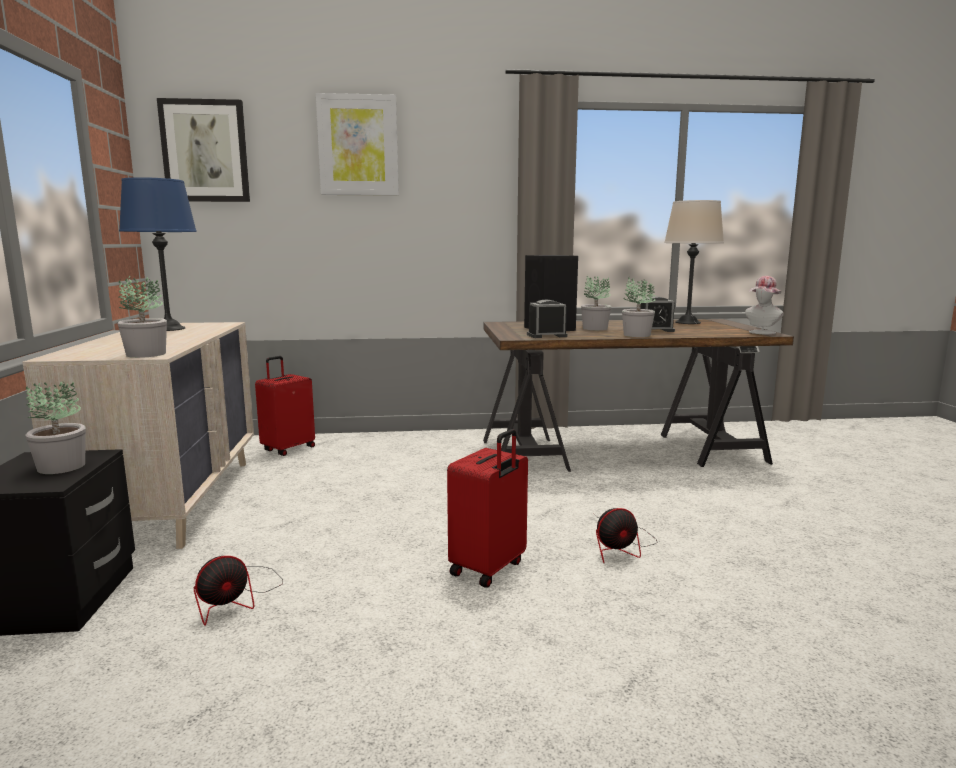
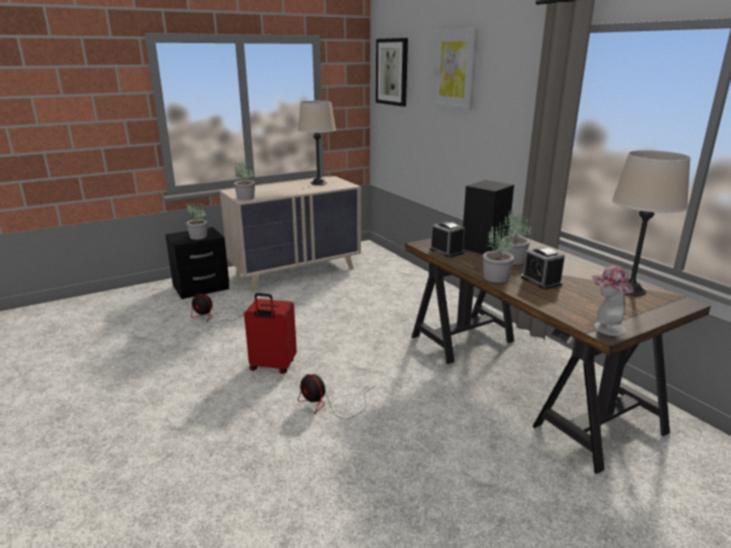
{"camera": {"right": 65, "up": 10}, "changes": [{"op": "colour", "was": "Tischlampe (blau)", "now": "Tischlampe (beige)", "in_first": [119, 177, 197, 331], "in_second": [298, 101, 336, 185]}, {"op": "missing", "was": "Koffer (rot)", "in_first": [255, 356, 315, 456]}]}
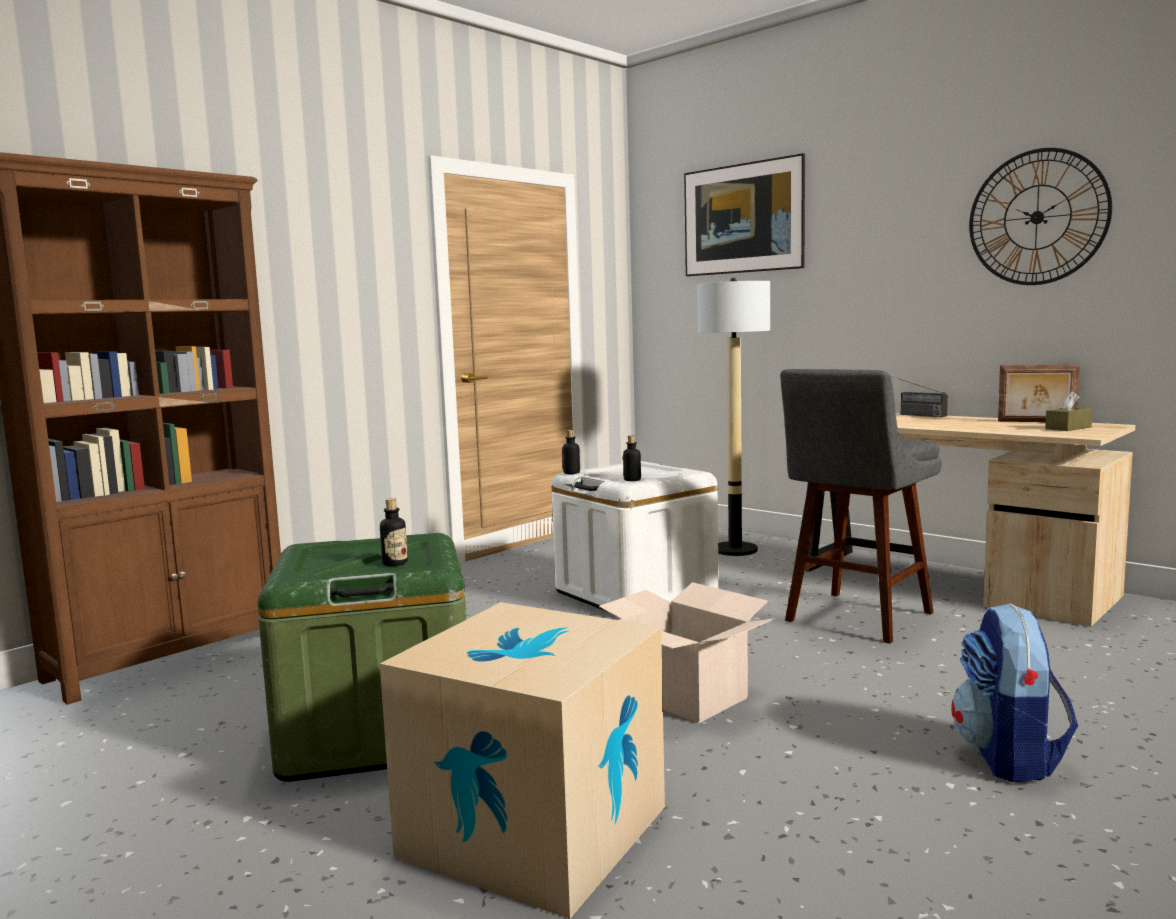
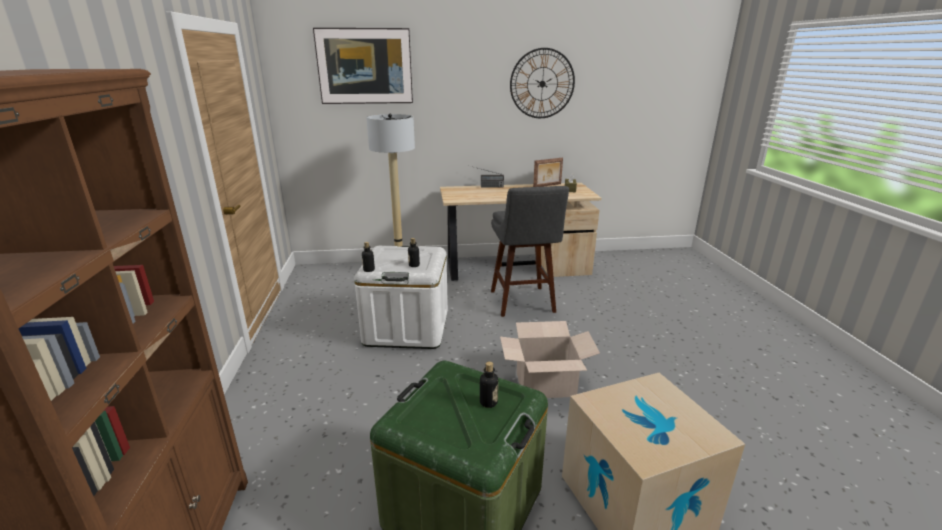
{"camera": {"right": -50, "up": 15}, "changes": [{"op": "missing", "was": "Rucksack", "in_first": [951, 603, 1078, 782]}]}
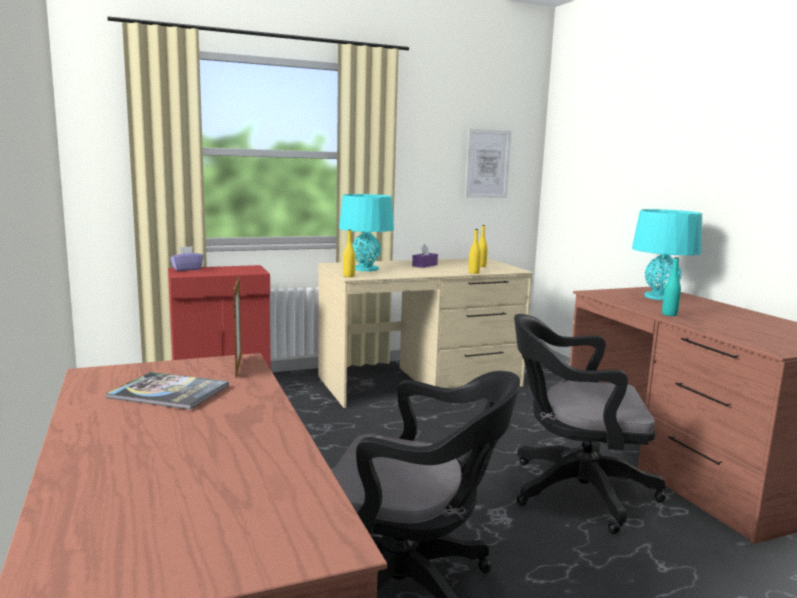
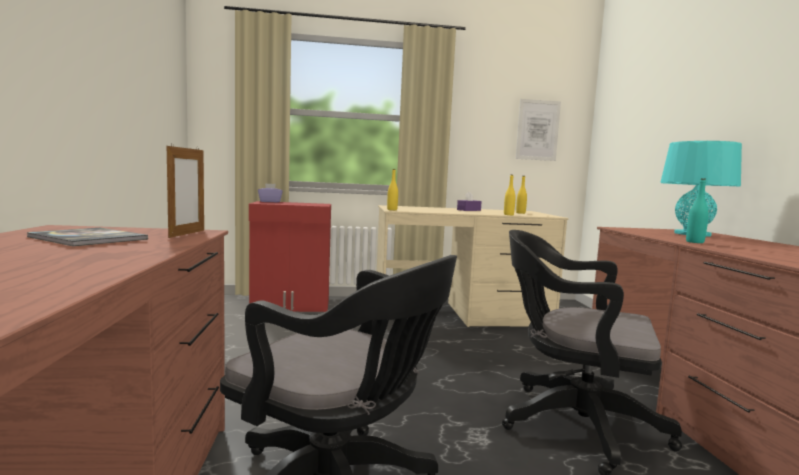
{"camera": {"right": 15, "up": -5}, "changes": [{"op": "missing", "was": "Tischlampe (türkis)", "in_first": [339, 194, 394, 271]}]}
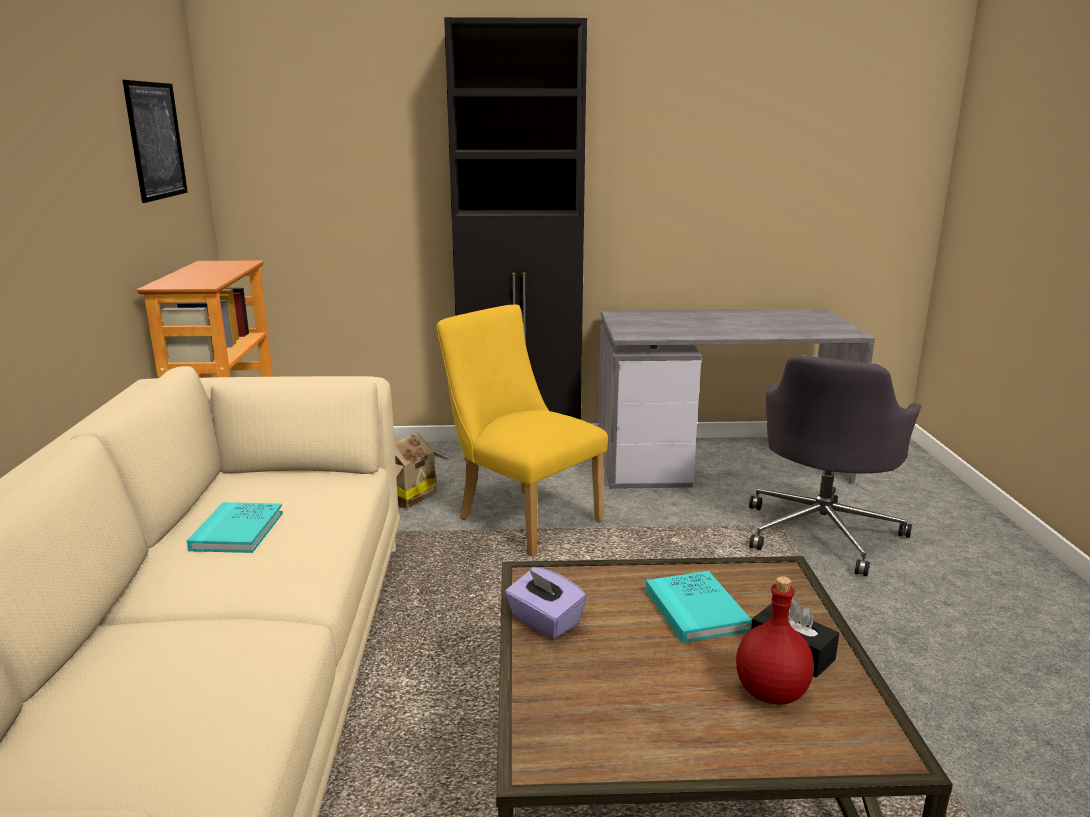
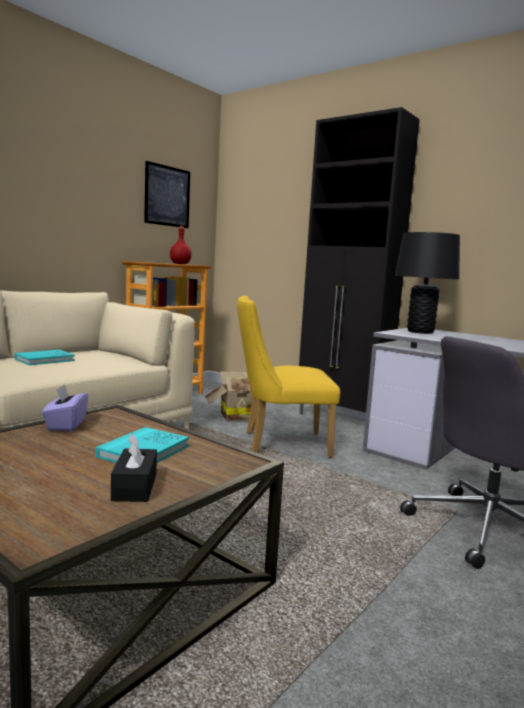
{"camera": {"right": 40, "up": -10}, "changes": [{"op": "spun", "was": "Stuhl (gelb)", "in_first": [436, 305, 608, 557], "in_second": [237, 296, 340, 458], "clockwise": -90}, {"op": "relocated", "was": "Flasche (rot)", "in_first": [736, 576, 814, 705], "in_second": [170, 226, 192, 264]}, {"op": "appeared", "now": "Tischlampe (schwarz)", "in_second": [395, 232, 460, 334]}]}
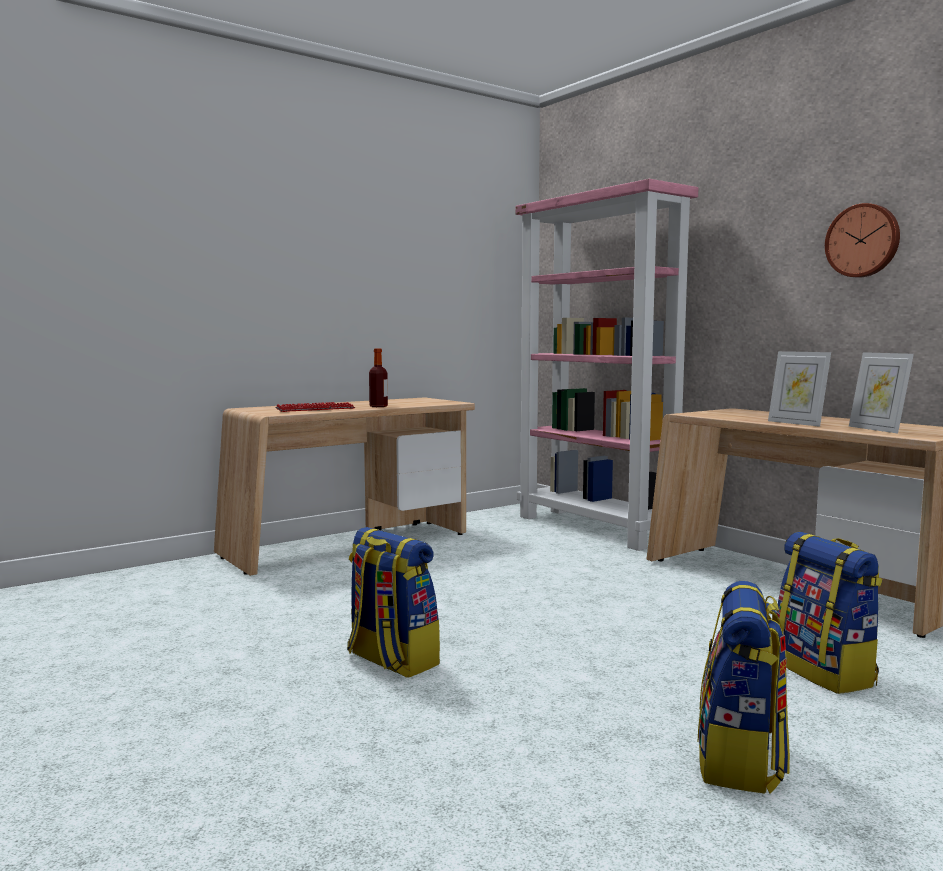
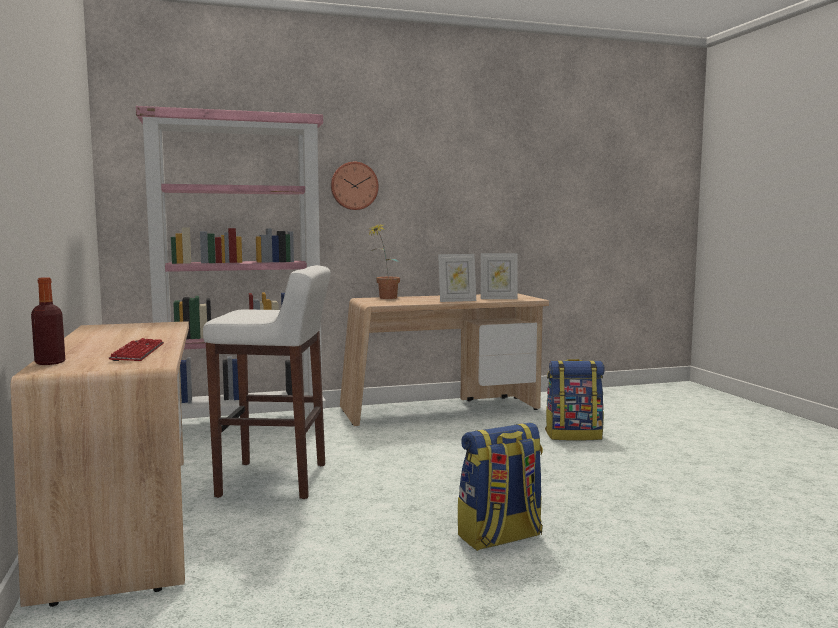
{"camera": {"right": -70, "up": 0}, "changes": [{"op": "relocated", "was": "Flasche", "in_first": [369, 348, 388, 407], "in_second": [31, 277, 65, 365]}, {"op": "missing", "was": "Rucksack", "in_first": [698, 581, 790, 794]}, {"op": "relocated", "was": "Wanduhr", "in_first": [825, 203, 900, 278], "in_second": [331, 162, 379, 210]}, {"op": "appeared", "now": "Hocker (weiß)", "in_second": [203, 265, 331, 499]}, {"op": "appeared", "now": "Topfpflanze", "in_second": [368, 223, 400, 299]}]}
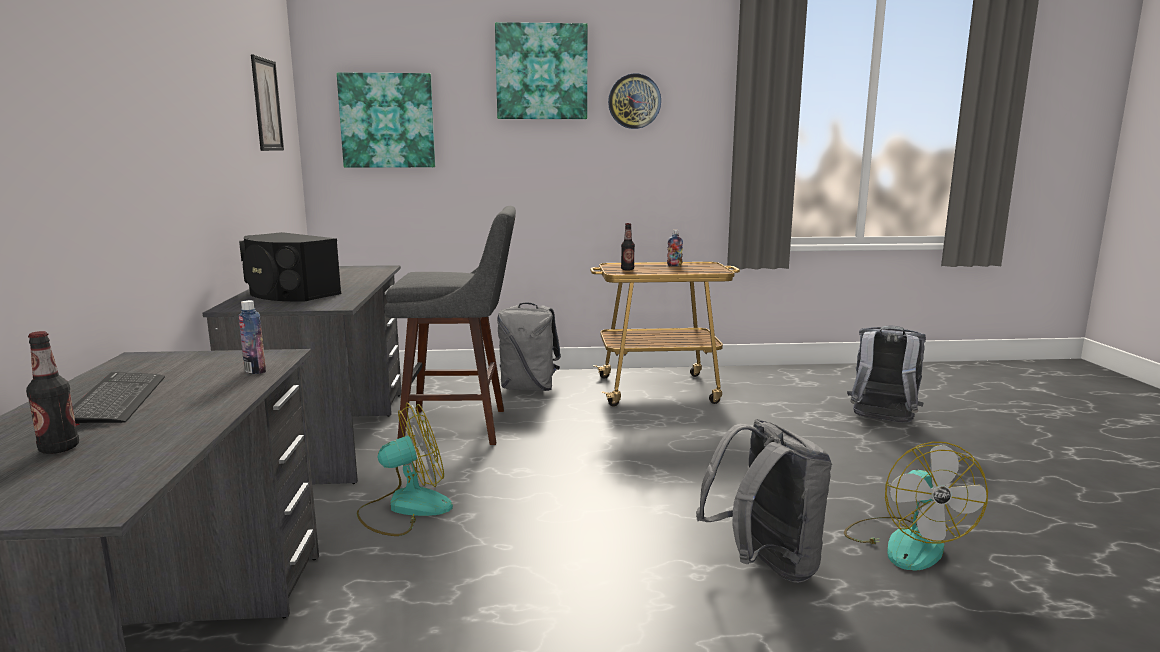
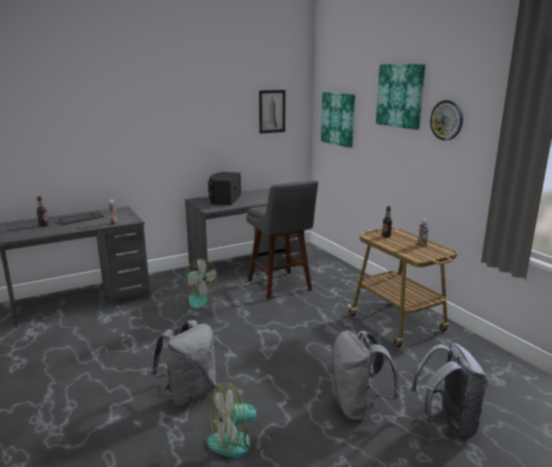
{"camera": {"right": 65, "up": 5}, "changes": [{"op": "relocated", "was": "Rucksack (grau)", "in_first": [497, 302, 561, 391], "in_second": [331, 330, 399, 422]}]}
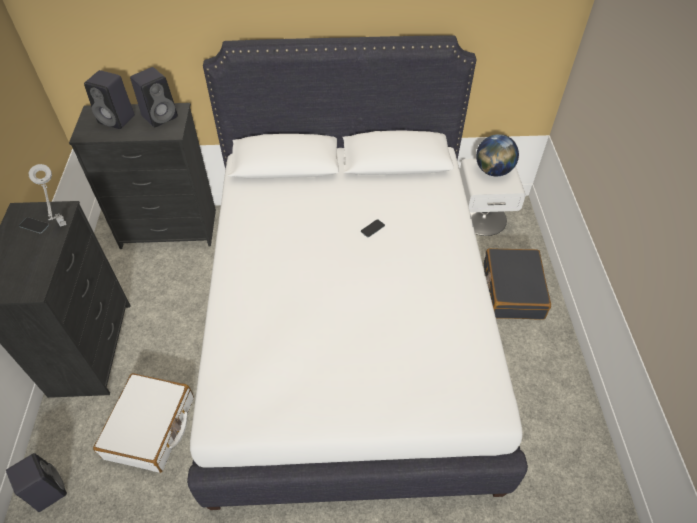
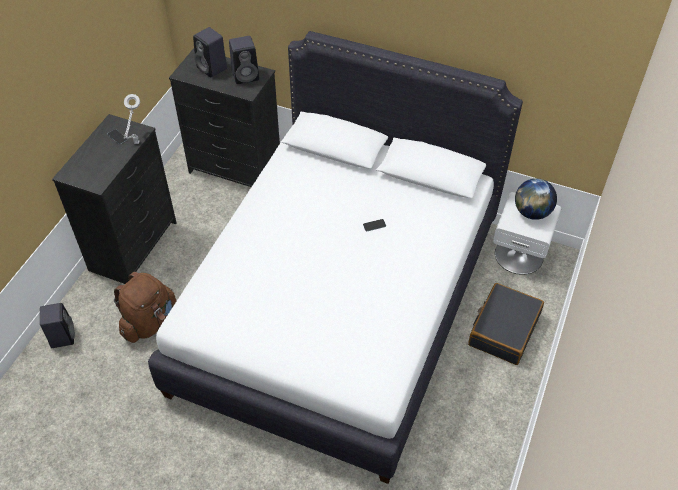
{"camera": {"right": 25, "up": 0}, "changes": [{"op": "exchanged", "was": "Koffer (weiß)", "now": "Rucksack (braun)", "in_first": [93, 373, 194, 473], "in_second": [114, 272, 176, 343]}]}
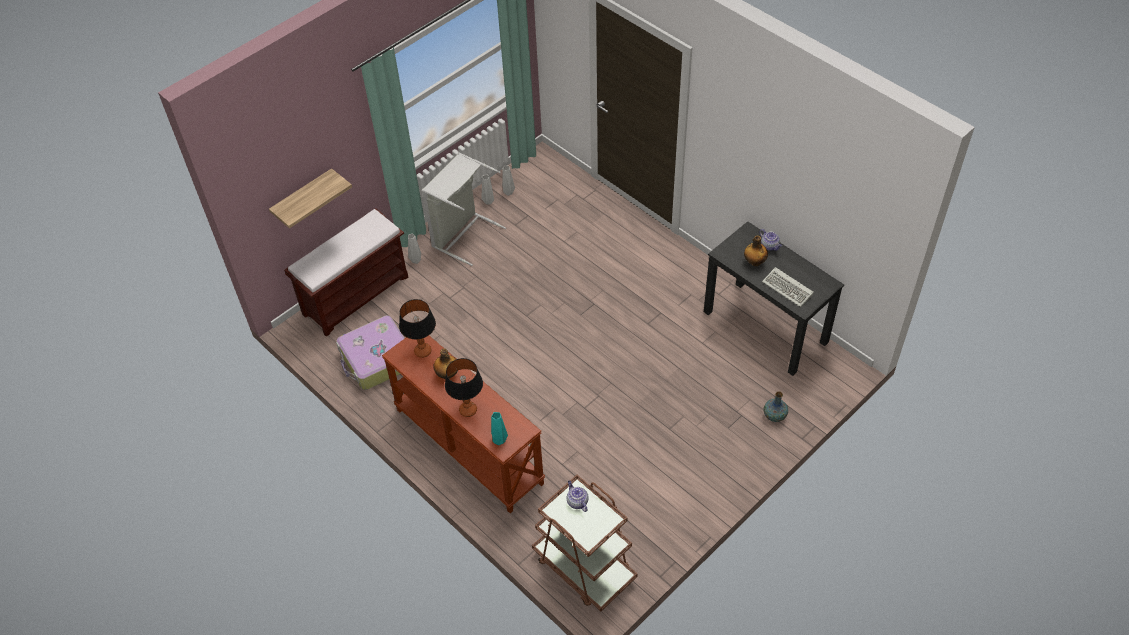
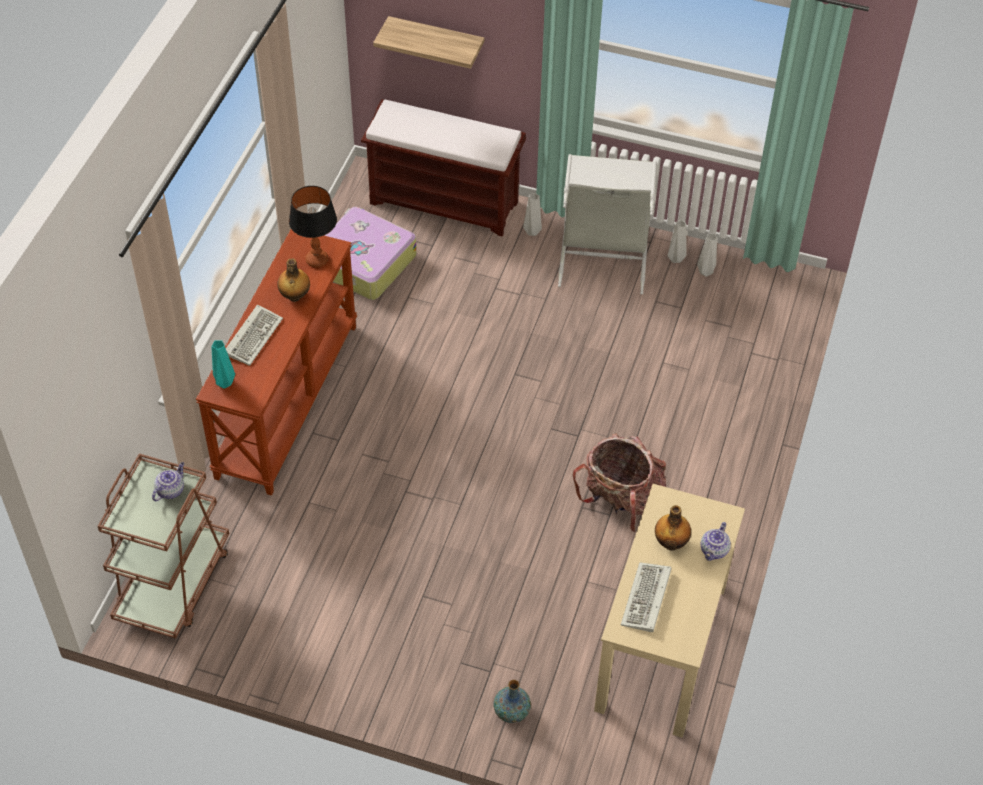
{"camera": {"right": 60, "up": 0}, "changes": [{"op": "exchanged", "was": "Tischlampe", "now": "Tastatur", "in_first": [445, 358, 483, 417], "in_second": [226, 304, 283, 366]}, {"op": "colour", "was": "Schreibtisch (schwarz)", "now": "Schreibtisch (beige)", "in_first": [704, 221, 844, 376], "in_second": [594, 484, 745, 738]}, {"op": "appeared", "now": "Rucksack", "in_second": [573, 434, 666, 532]}]}
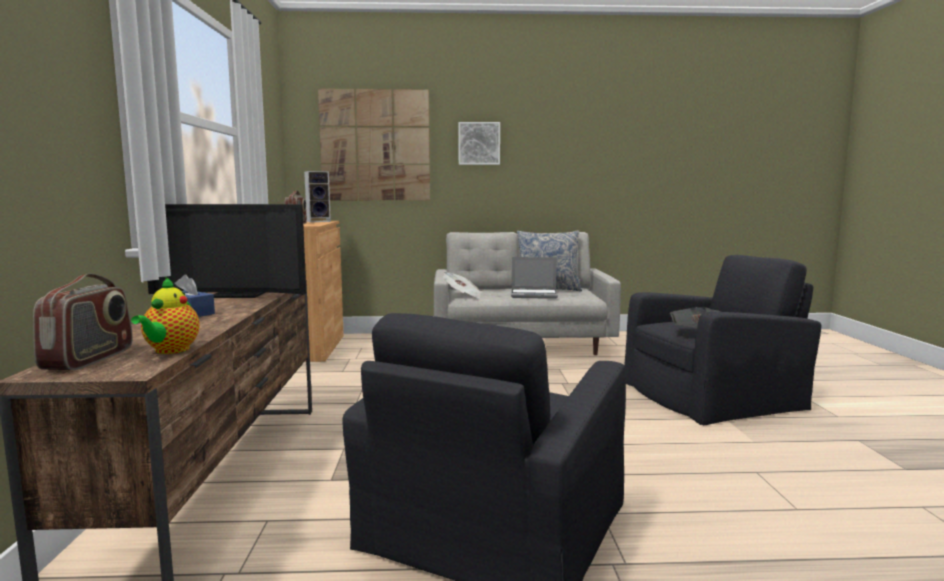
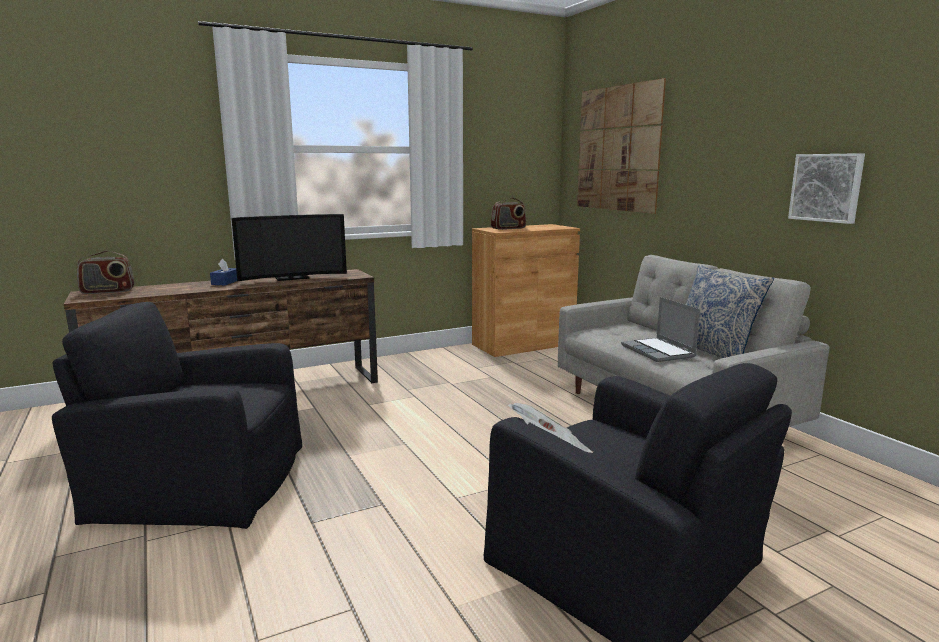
{"camera": {"right": 65, "up": 5}, "changes": [{"op": "missing", "was": "Teekanne", "in_first": [131, 277, 200, 354]}, {"op": "spun", "was": "Fernseher", "in_first": [148, 204, 306, 298], "in_second": [231, 214, 347, 281], "clockwise": -90}, {"op": "missing", "was": "Lautsprecher", "in_first": [304, 171, 331, 222]}, {"op": "missing", "was": "Zeitung", "in_first": [443, 271, 482, 298]}, {"op": "relocated", "was": "Bild", "in_first": [458, 122, 500, 165], "in_second": [788, 153, 865, 224]}]}
